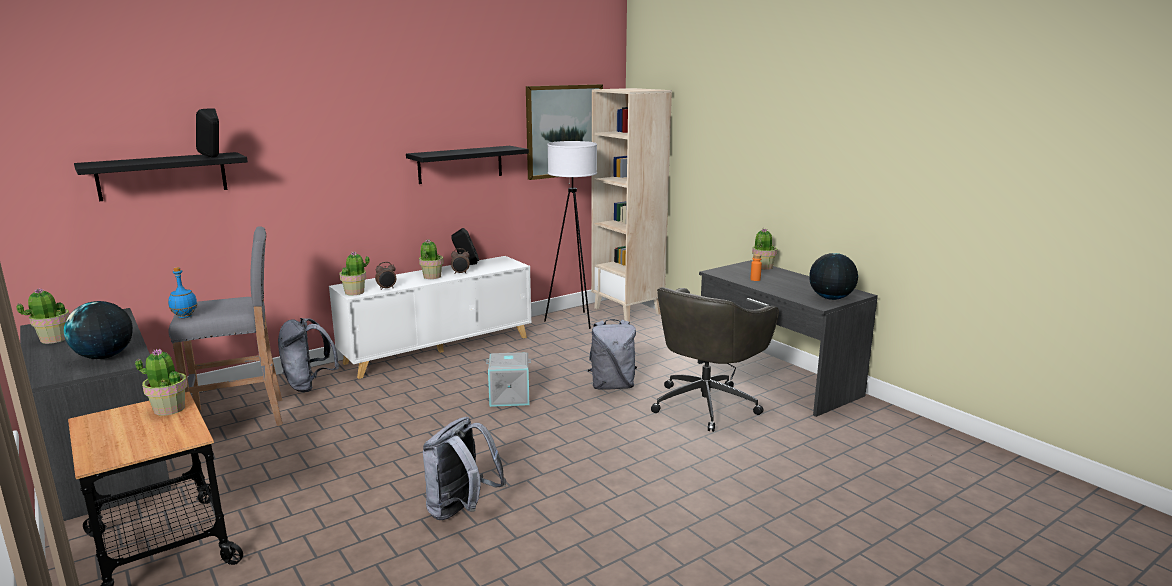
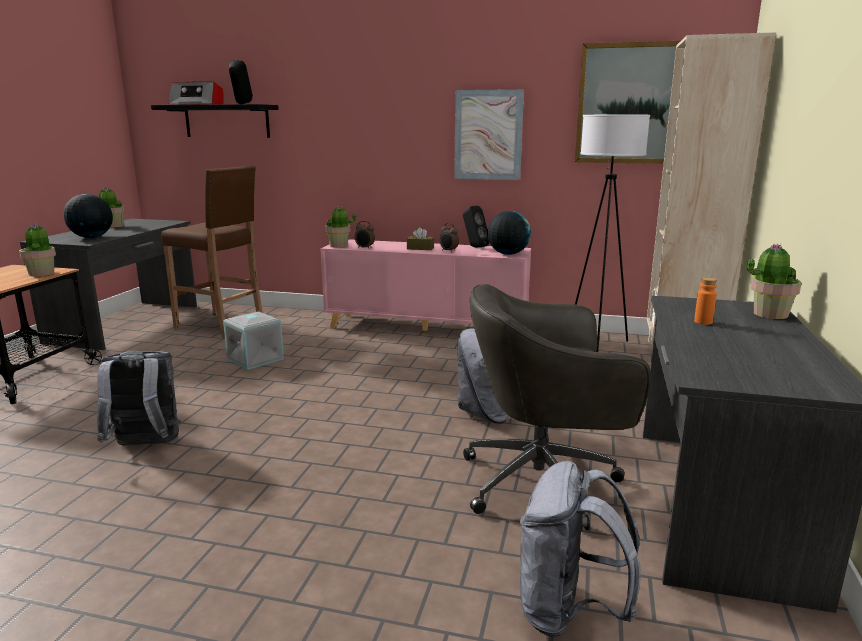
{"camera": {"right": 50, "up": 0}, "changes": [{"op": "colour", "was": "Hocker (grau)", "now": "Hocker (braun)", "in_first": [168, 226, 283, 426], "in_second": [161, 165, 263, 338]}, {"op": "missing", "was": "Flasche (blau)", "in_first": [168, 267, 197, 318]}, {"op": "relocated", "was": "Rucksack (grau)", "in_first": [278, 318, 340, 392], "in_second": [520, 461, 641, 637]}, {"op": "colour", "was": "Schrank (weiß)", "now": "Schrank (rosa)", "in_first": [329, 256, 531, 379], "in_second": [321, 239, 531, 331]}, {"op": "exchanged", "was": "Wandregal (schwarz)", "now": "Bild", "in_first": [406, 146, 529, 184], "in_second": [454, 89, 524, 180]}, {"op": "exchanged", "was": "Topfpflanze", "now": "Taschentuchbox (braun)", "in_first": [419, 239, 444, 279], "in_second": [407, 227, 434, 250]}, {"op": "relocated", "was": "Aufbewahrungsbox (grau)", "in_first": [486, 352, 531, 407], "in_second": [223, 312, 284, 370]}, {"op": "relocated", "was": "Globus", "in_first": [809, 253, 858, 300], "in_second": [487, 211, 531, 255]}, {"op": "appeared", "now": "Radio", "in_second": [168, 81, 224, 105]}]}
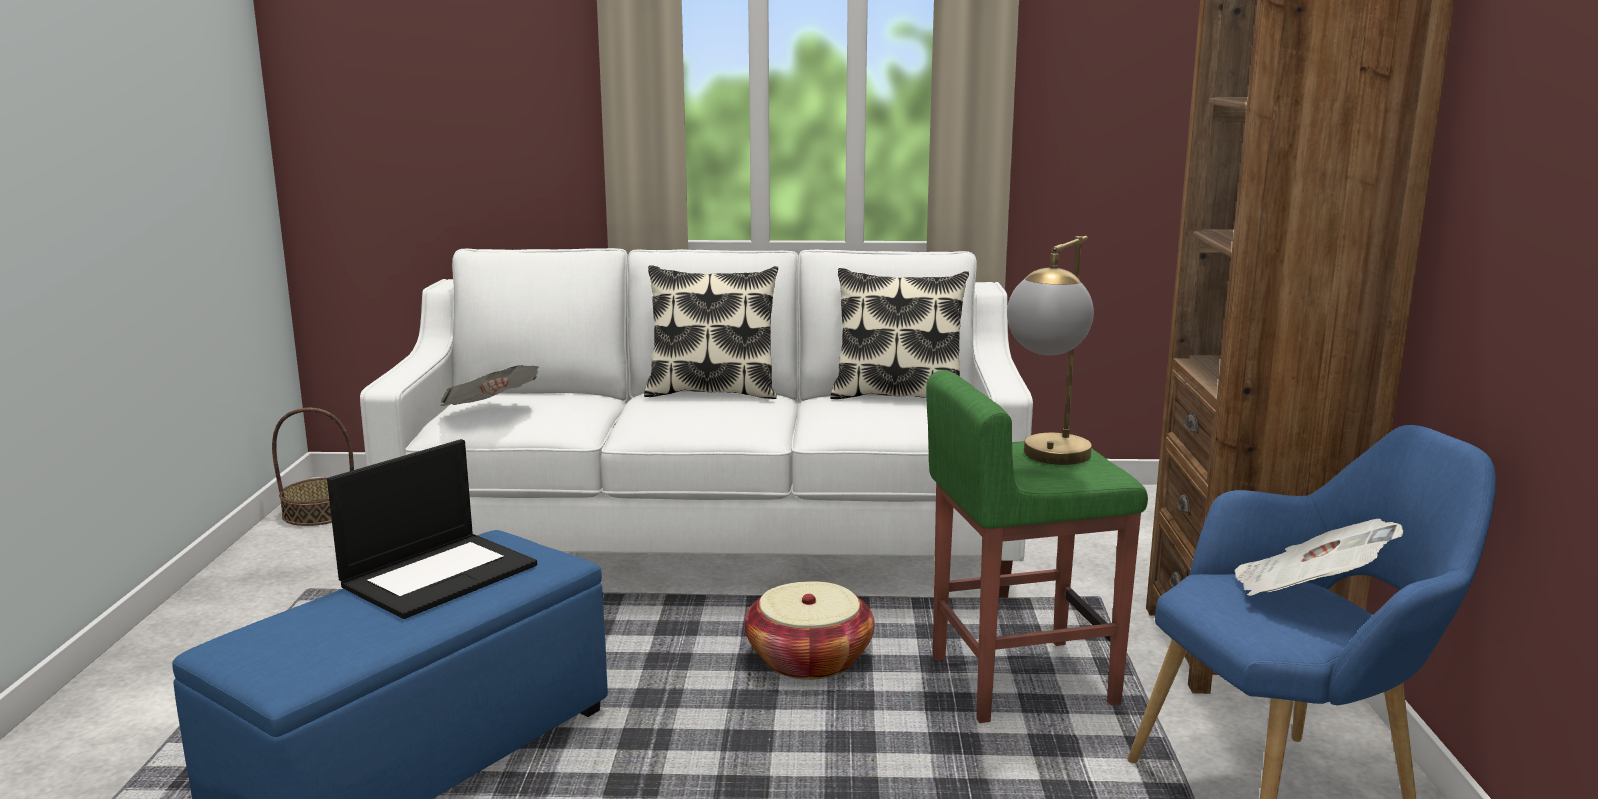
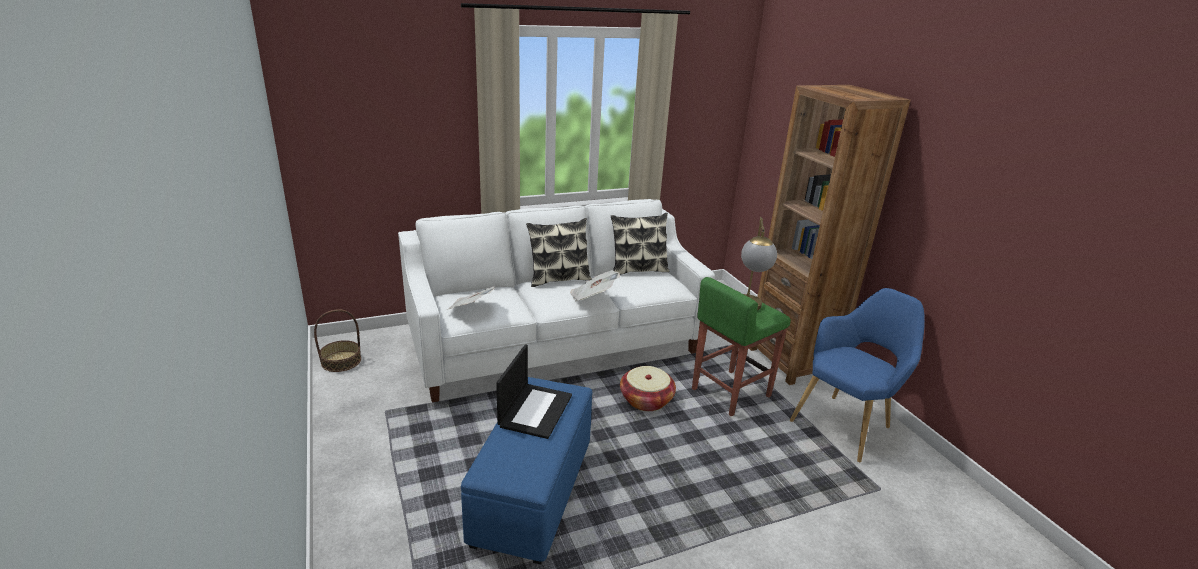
{"camera": {"right": -25, "up": 10}, "changes": [{"op": "relocated", "was": "Zeitung", "in_first": [1234, 518, 1403, 596], "in_second": [570, 270, 620, 302]}]}
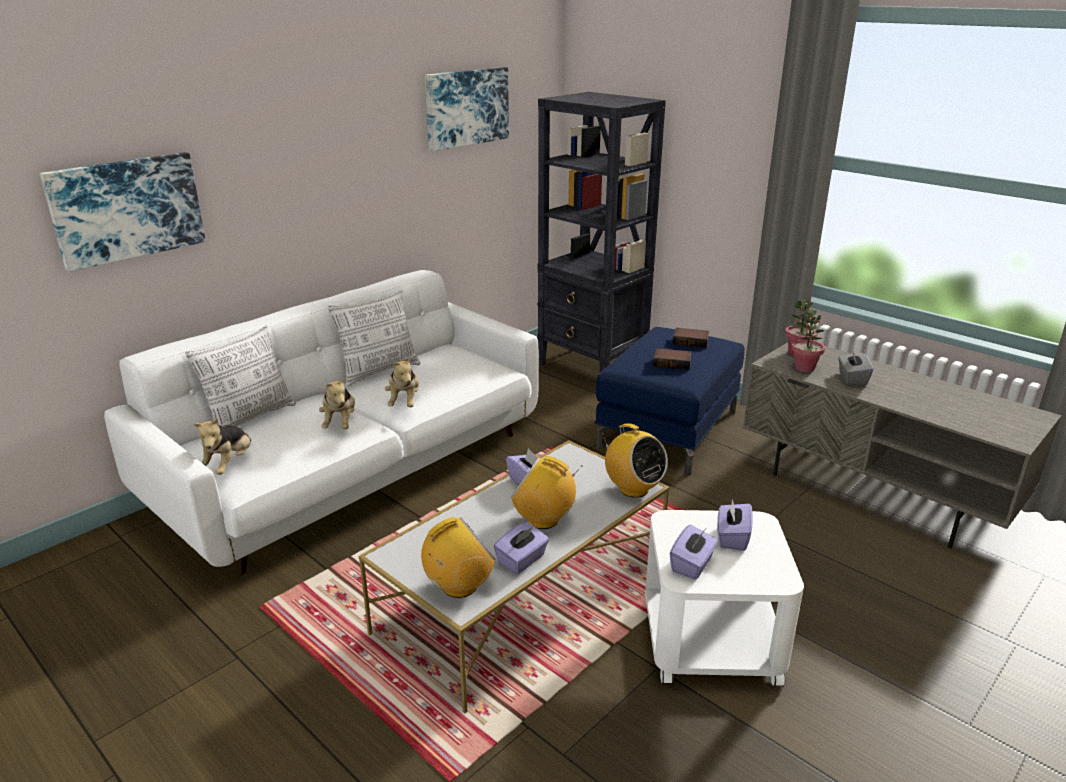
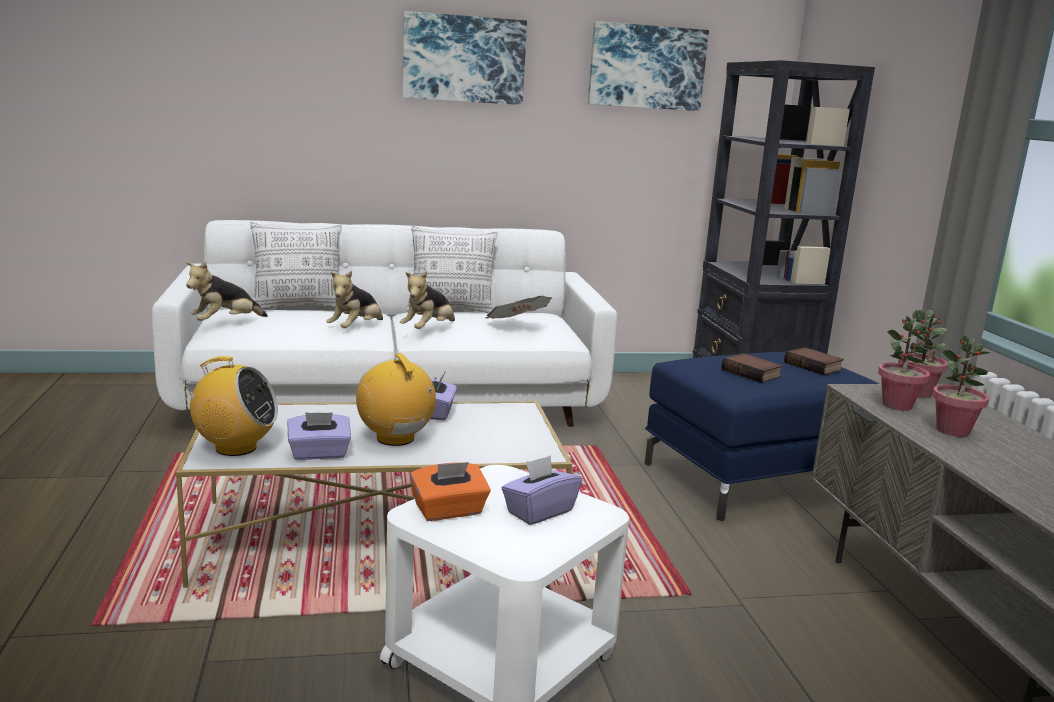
{"camera": {"right": 35, "up": -10}, "changes": [{"op": "relocated", "was": "Bild", "in_first": [40, 152, 206, 272], "in_second": [402, 11, 527, 105]}, {"op": "missing", "was": "Radio", "in_first": [602, 423, 668, 498]}, {"op": "colour", "was": "Taschentuchbox (lila)", "now": "Taschentuchbox (orange)", "in_first": [670, 525, 718, 580], "in_second": [410, 462, 491, 521]}, {"op": "exchanged", "was": "Taschentuchbox (grau)", "now": "Topfpflanze", "in_first": [838, 350, 873, 386], "in_second": [932, 335, 990, 437]}, {"op": "appeared", "now": "Zeitung", "in_second": [485, 296, 552, 319]}]}
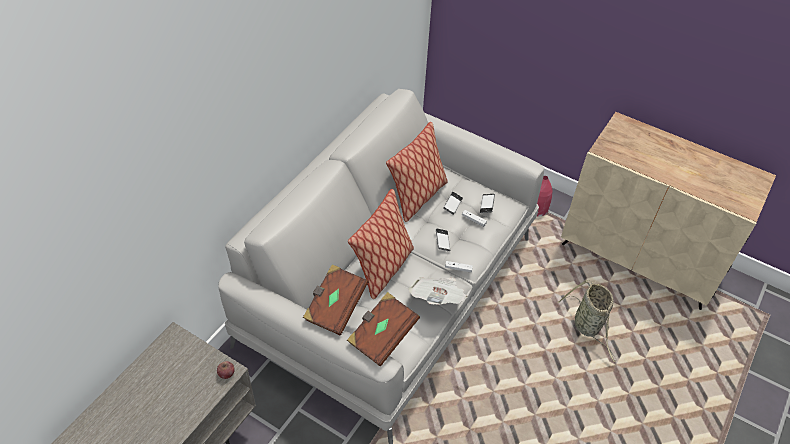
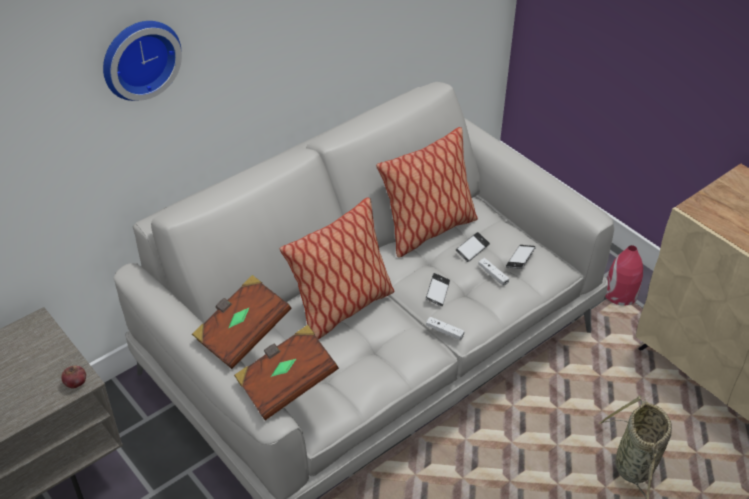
{"camera": {"right": 20, "up": -5}, "changes": [{"op": "missing", "was": "Zeitung", "in_first": [408, 277, 467, 305]}, {"op": "appeared", "now": "Wanduhr", "in_second": [103, 21, 182, 101]}]}
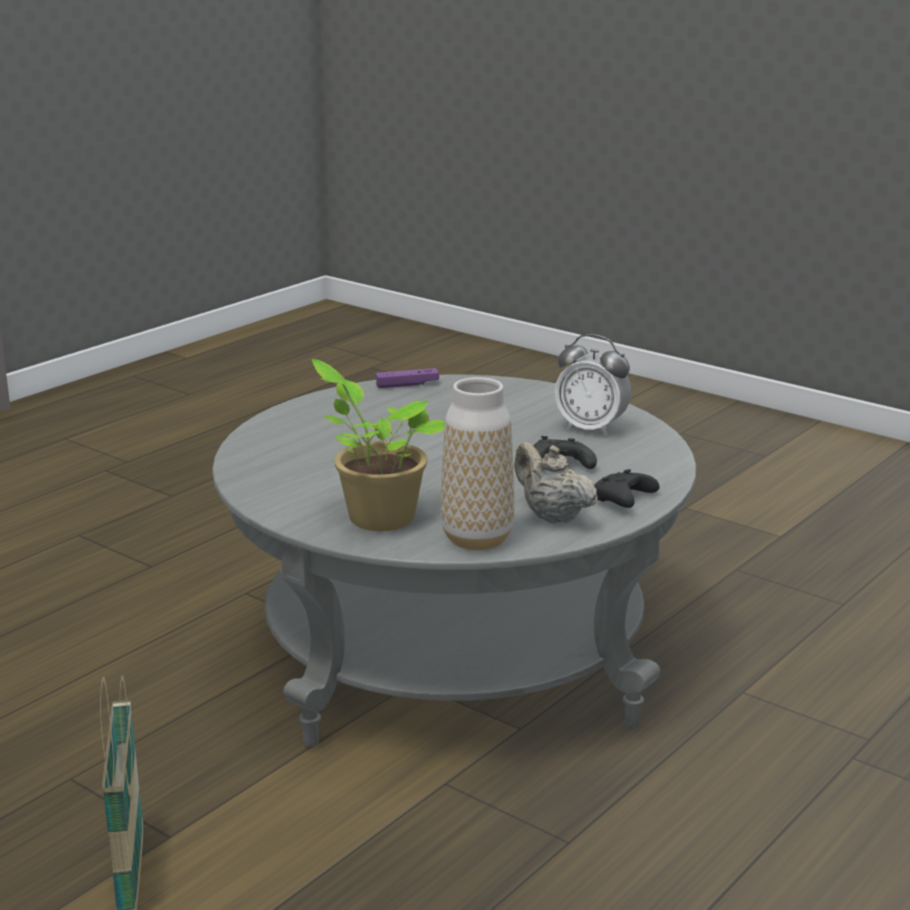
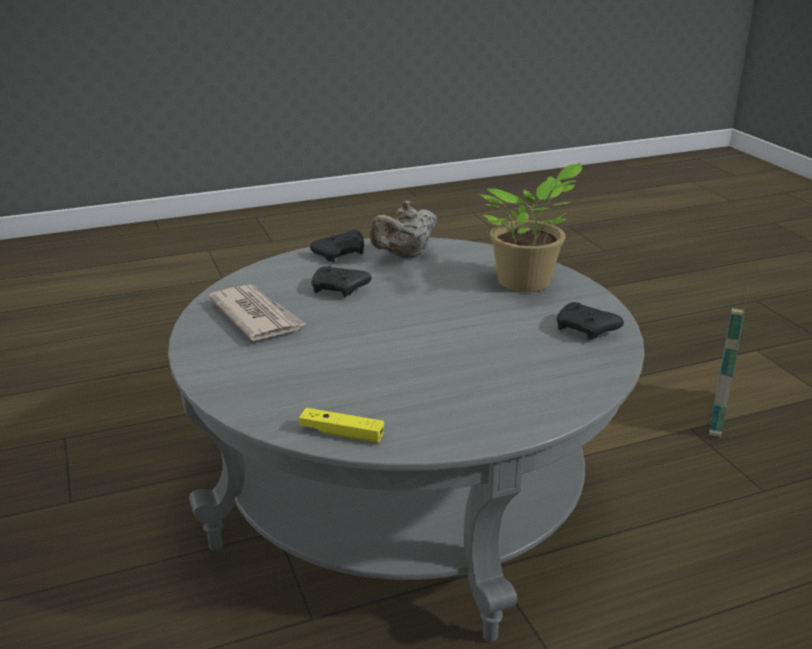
{"camera": {"right": -150, "up": 5}, "changes": [{"op": "colour", "was": "Gamepad (lila)", "now": "Gamepad (gelb)", "in_first": [375, 368, 439, 388], "in_second": [299, 408, 384, 443]}, {"op": "missing", "was": "Vase", "in_first": [440, 377, 514, 550]}, {"op": "spun", "was": "Teekanne (beige)", "in_first": [515, 442, 598, 523], "in_second": [369, 201, 437, 258], "clockwise": 60}, {"op": "exchanged", "was": "Wecker", "now": "Zeitung", "in_first": [555, 334, 631, 436], "in_second": [208, 284, 307, 341]}, {"op": "appeared", "now": "Gamepad (schwarz)", "in_second": [557, 302, 624, 340]}]}
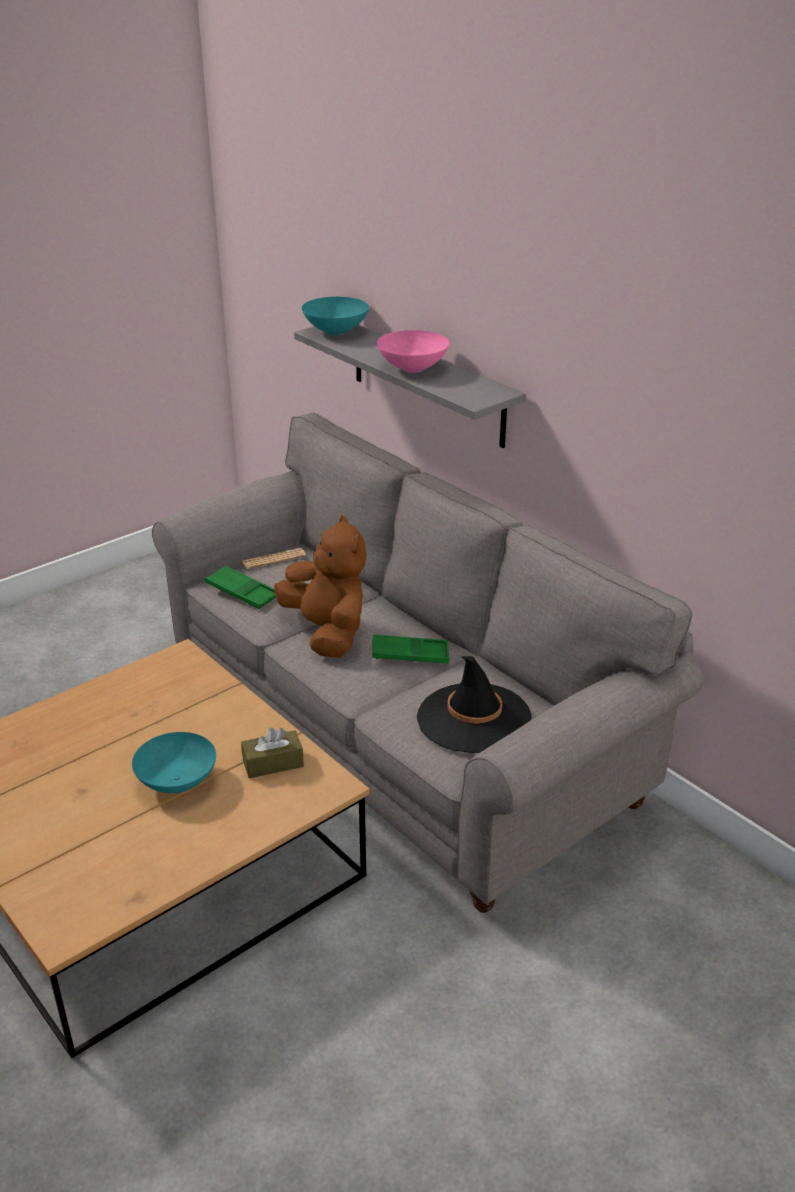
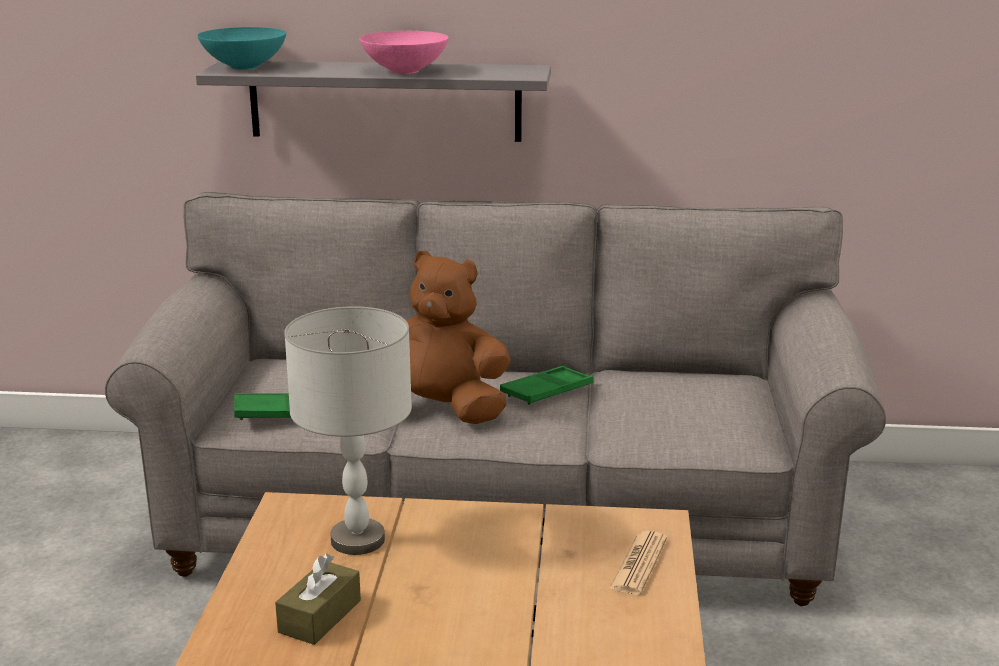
{"camera": {"right": -45, "up": -10}, "changes": [{"op": "missing", "was": "Schüssel (türkis)", "in_first": [132, 732, 216, 793]}, {"op": "relocated", "was": "Taschentuchbox (braun)", "in_first": [241, 727, 304, 778], "in_second": [275, 554, 361, 645]}, {"op": "relocated", "was": "Zeitung", "in_first": [242, 548, 306, 569], "in_second": [609, 531, 667, 595]}, {"op": "missing", "was": "Hut (schwarz)", "in_first": [417, 656, 532, 753]}, {"op": "appeared", "now": "Tischlampe (grau)", "in_second": [284, 306, 412, 555]}]}
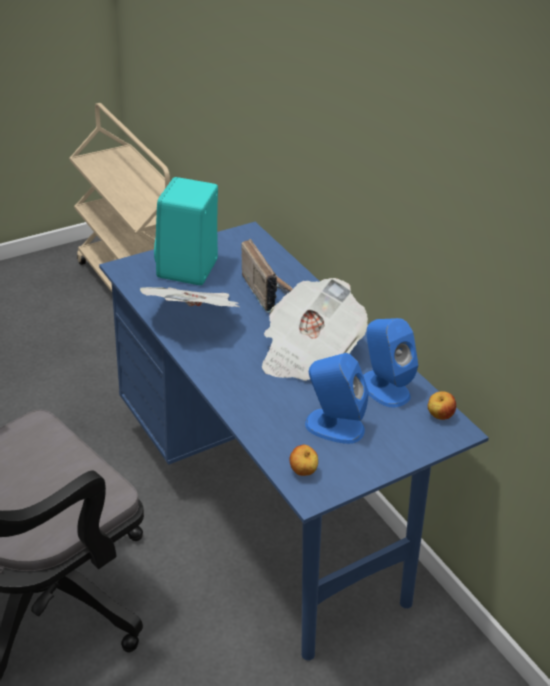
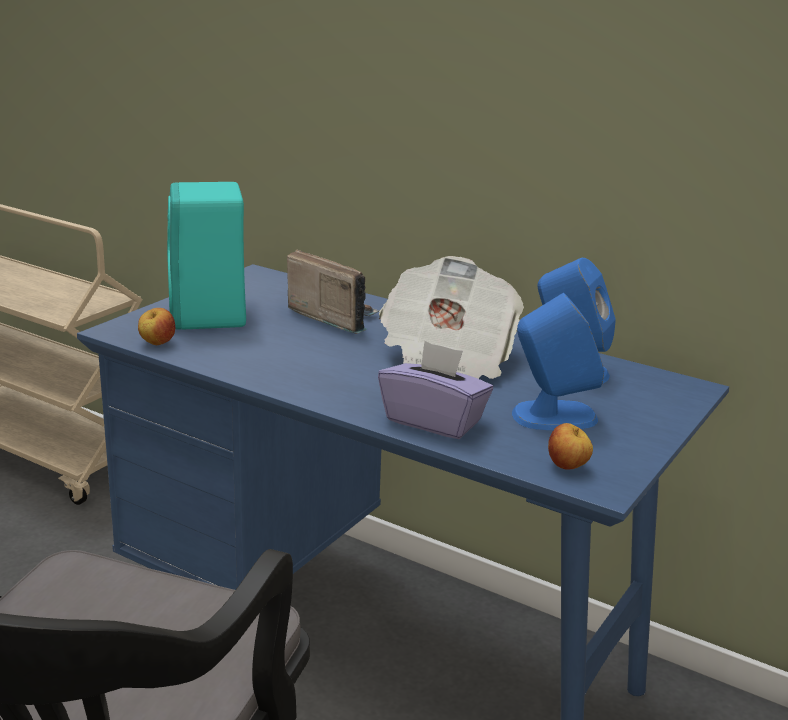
{"camera": {"right": -25, "up": -15}, "changes": [{"op": "missing", "was": "Zeitung", "in_first": [140, 287, 239, 307]}, {"op": "relocated", "was": "Apfel", "in_first": [428, 391, 456, 420], "in_second": [138, 308, 175, 345]}, {"op": "appeared", "now": "Taschentuchbox (lila)", "in_second": [378, 341, 493, 439]}]}
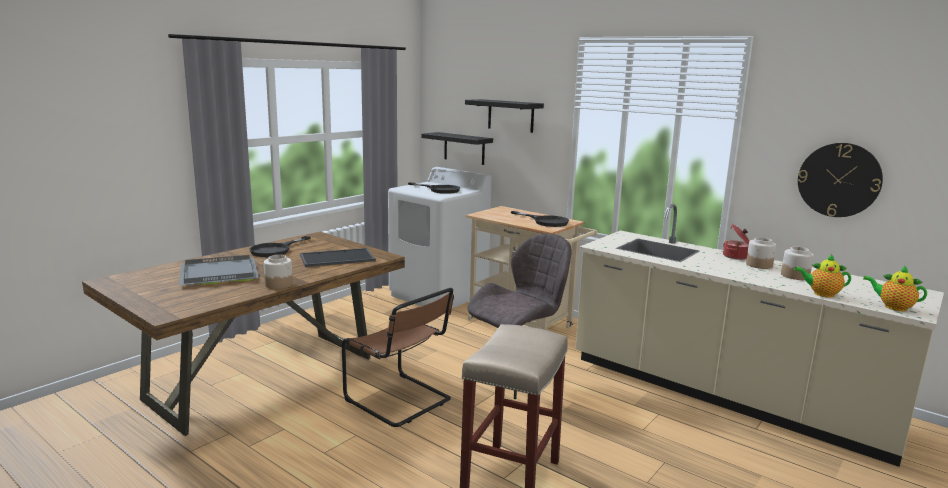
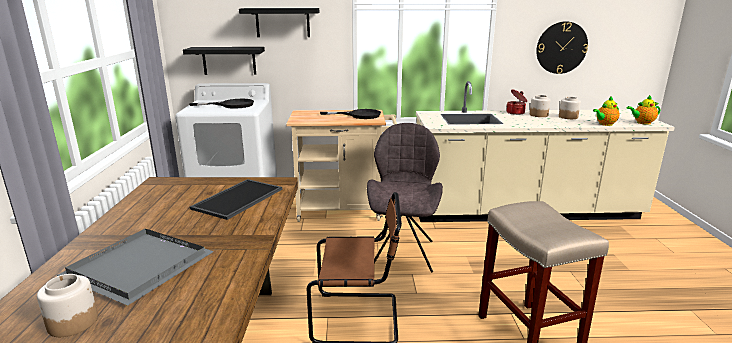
{"camera": {"right": -40, "up": 5}, "changes": [{"op": "missing", "was": "Pfanne (schwarz)", "in_first": [249, 236, 311, 257]}, {"op": "relocated", "was": "Vorratsglas", "in_first": [264, 255, 293, 289], "in_second": [37, 274, 98, 337]}]}
